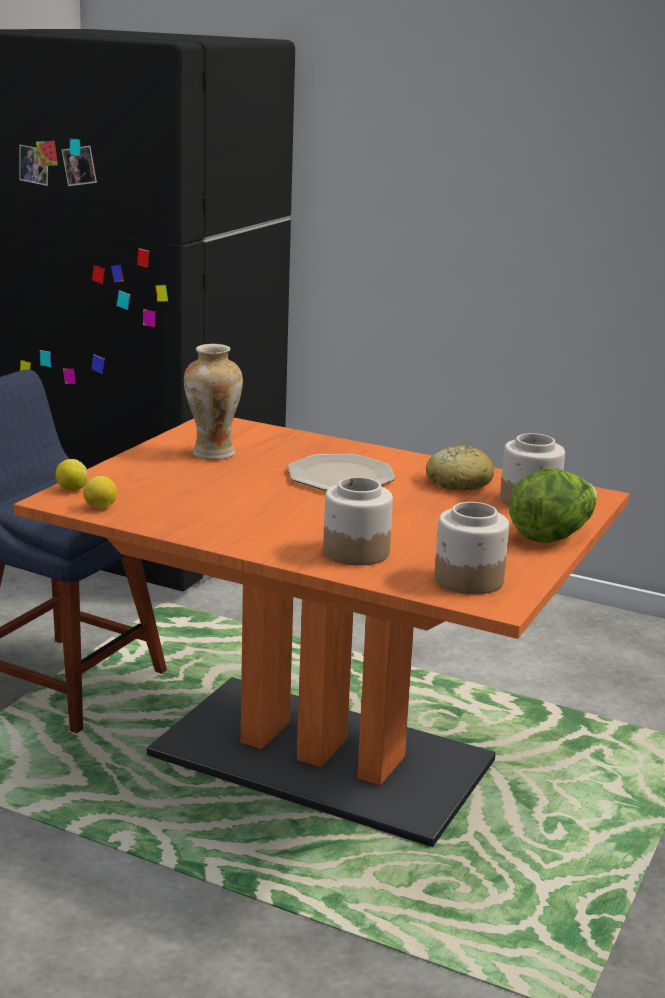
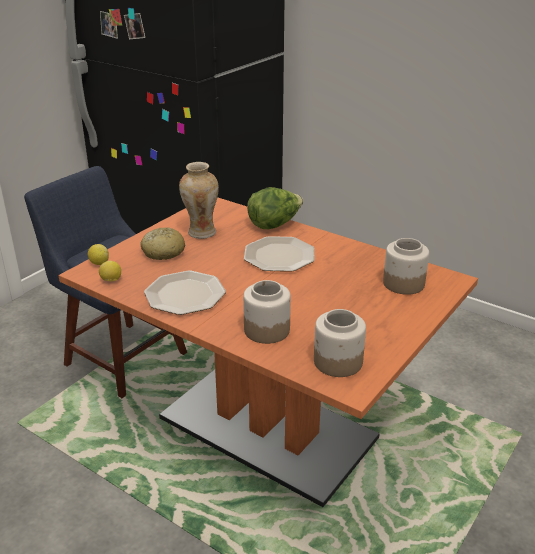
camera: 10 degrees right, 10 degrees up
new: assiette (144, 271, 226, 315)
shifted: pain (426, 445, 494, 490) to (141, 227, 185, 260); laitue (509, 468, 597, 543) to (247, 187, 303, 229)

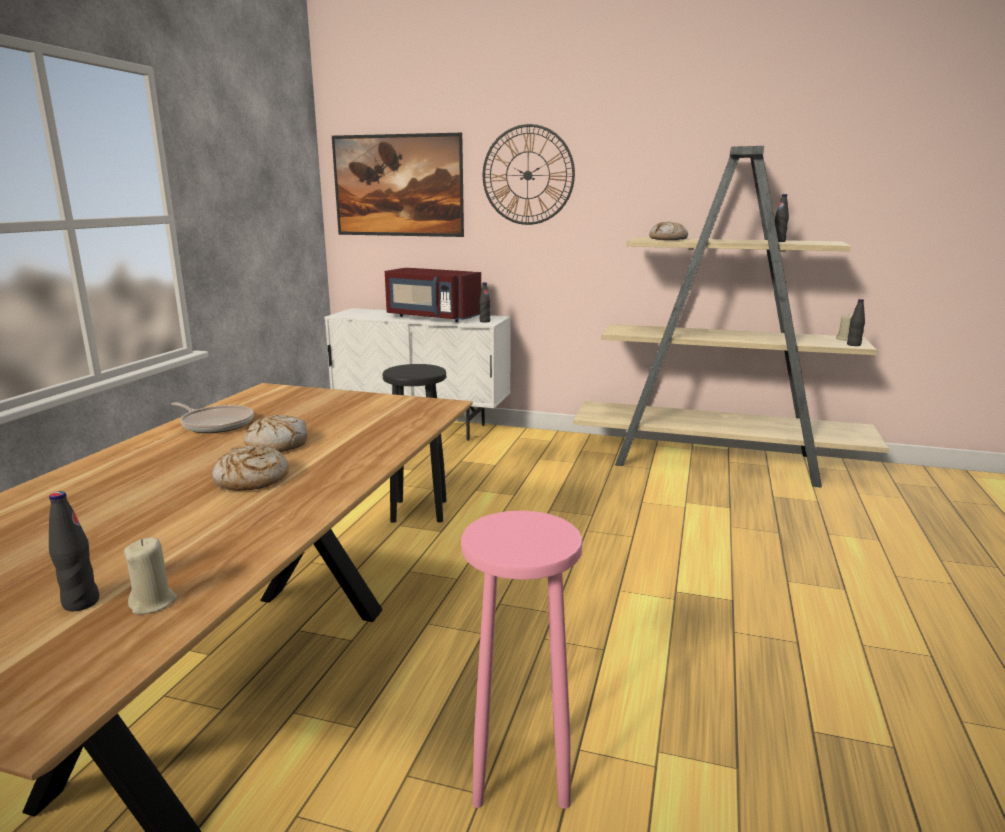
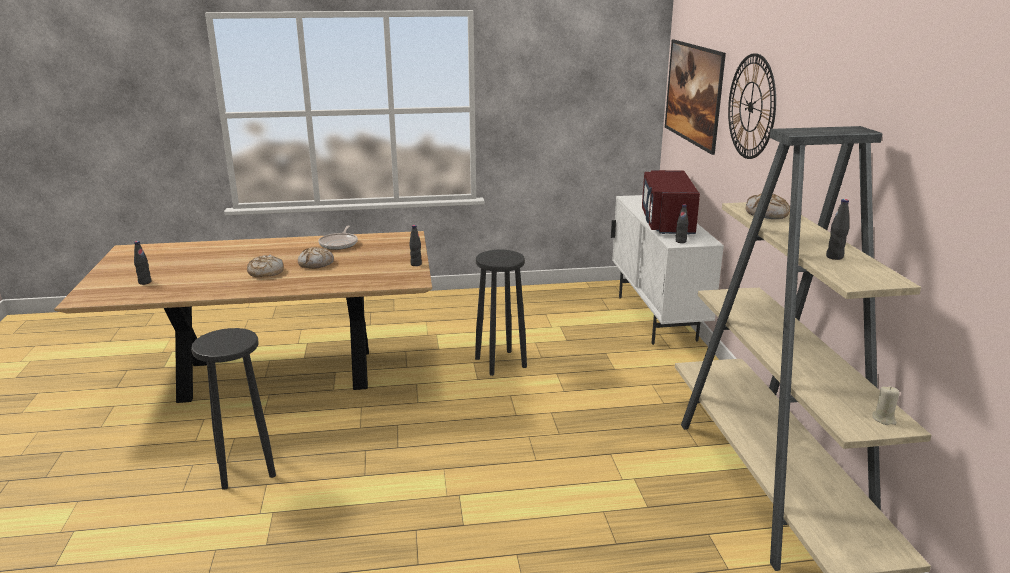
camera: 65 degrees right, 5 degrees up
gone: bougie [beige] (124, 537, 177, 614)
shifted: bouteille [noir] (847, 299, 865, 346) to (409, 225, 422, 266)
repainted: tabouret [rose] (461, 510, 583, 809) to tabouret [noir] (191, 328, 276, 490)

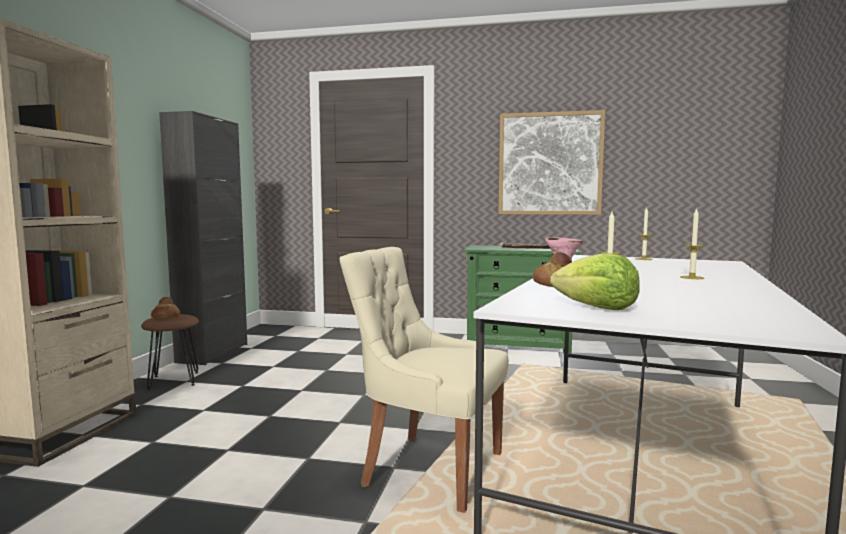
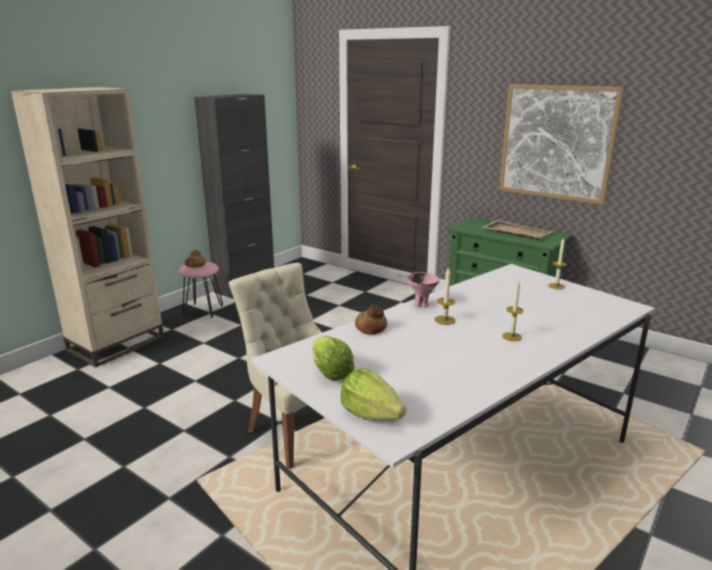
camera: 25 degrees right, 15 degrees up
new: laitue (341, 368, 406, 421)
repainted: tabouret [marron] (141, 314, 199, 390) to tabouret [rose] (179, 262, 223, 318)

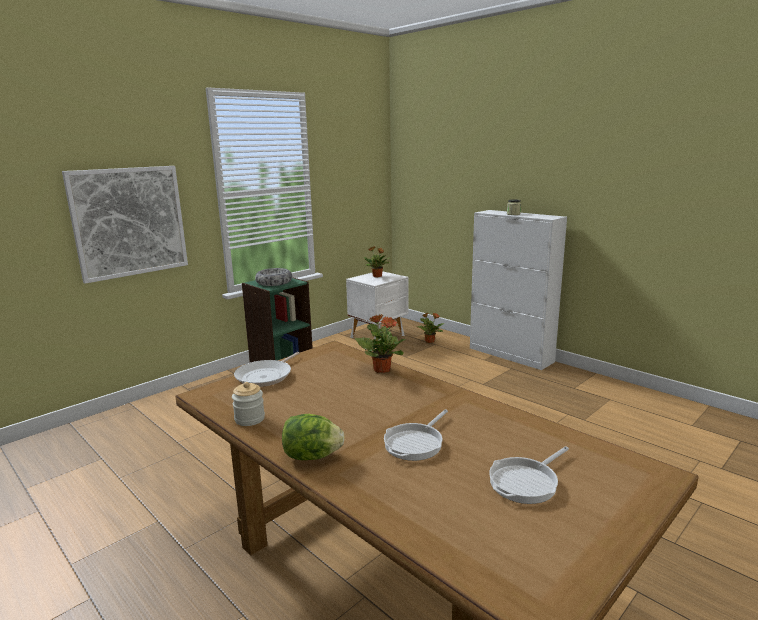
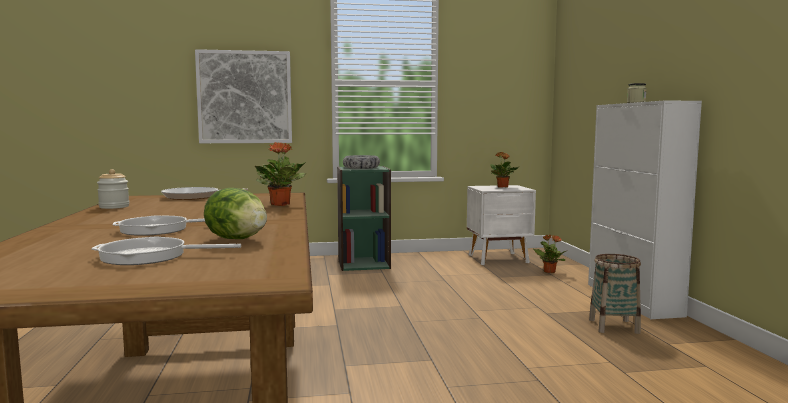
camera: 35 degrees right, 10 degrees down
new: panier (589, 254, 641, 334)
shifted: laitue (282, 414, 345, 460) to (204, 188, 267, 239)

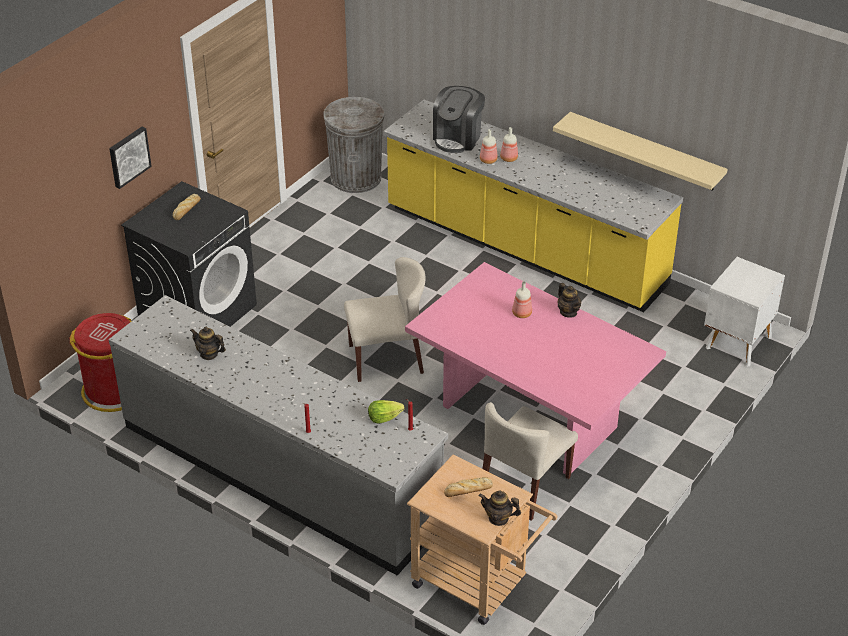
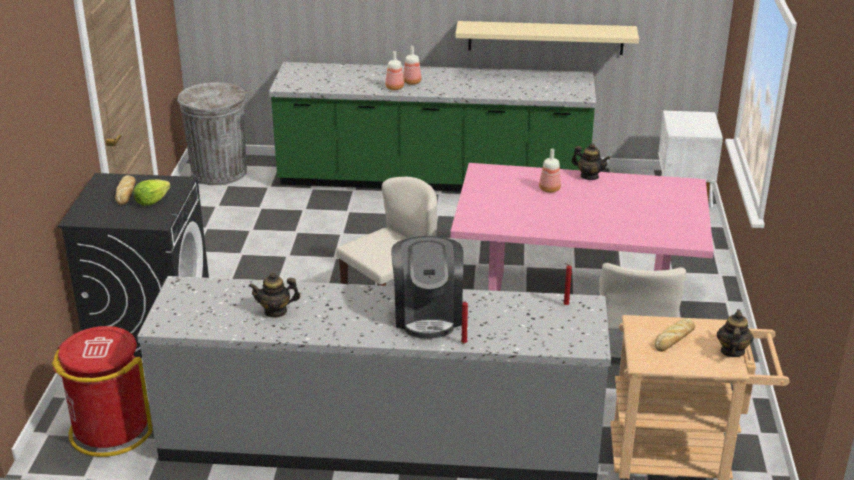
camera: 30 degrees left, 10 degrees down
gone: tableau (109, 127, 152, 189)
shifted: laitue (368, 400, 405, 424) to (134, 179, 171, 206); machine à café (433, 86, 485, 153) to (391, 236, 463, 339)
repainted: comptoir de cuisine [jaune] (384, 100, 683, 312) to comptoir de cuisine [vert] (269, 62, 596, 192)
rotated: théière (479, 490, 521, 526) = (717, 309, 754, 357) 120 degrees clockwise

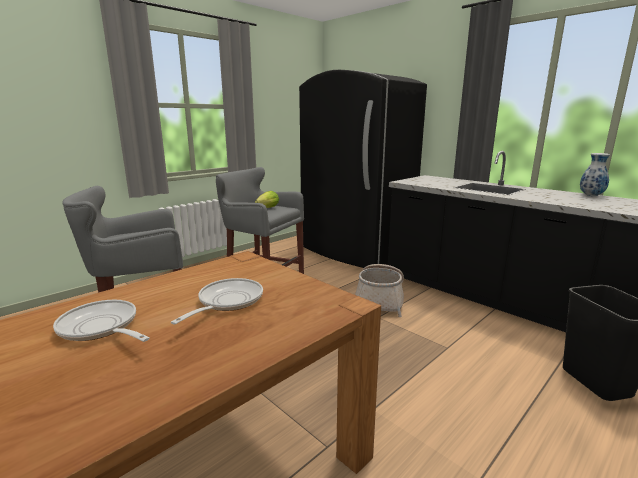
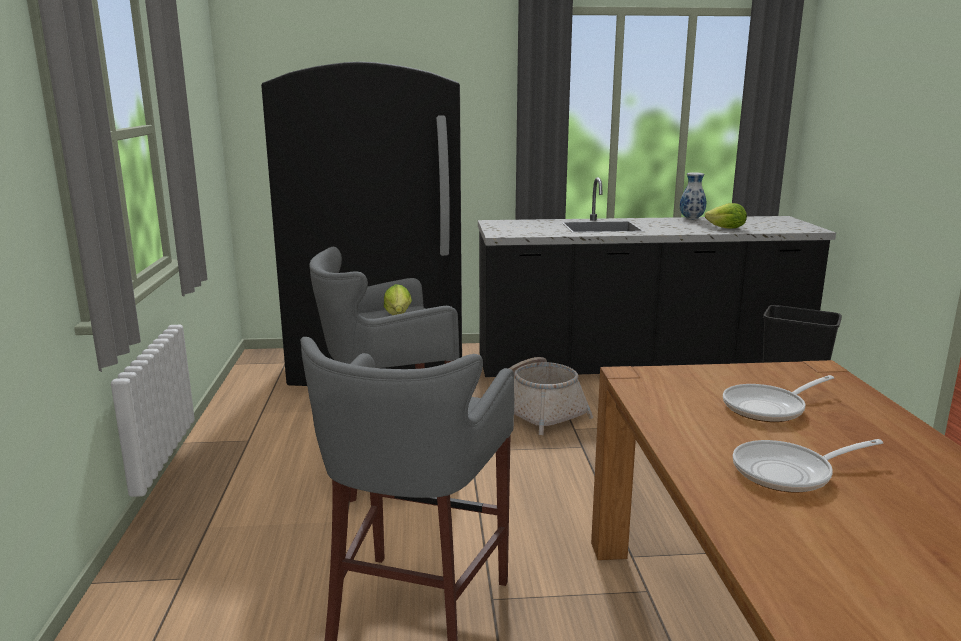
camera: 50 degrees left, 0 degrees up
new: laitue (705, 203, 747, 229)
rotated: poêle (171, 278, 263, 325) = (723, 375, 834, 422) 90 degrees counterclockwise

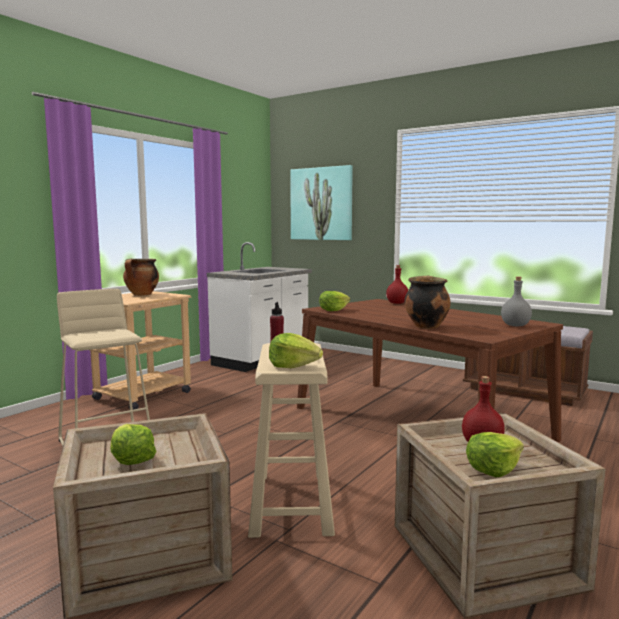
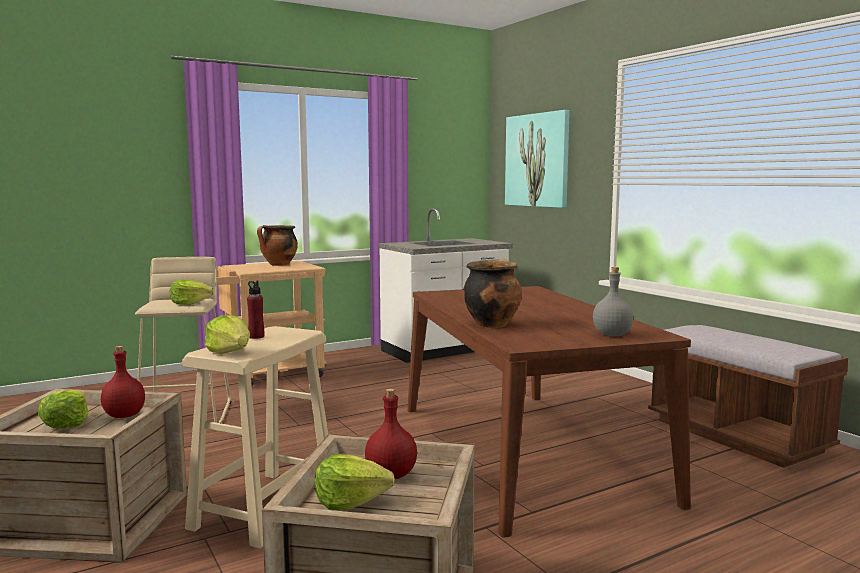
camera: 25 degrees right, 0 degrees up
shifted: bouteille [rouge] (386, 265, 408, 304) to (101, 346, 145, 418); laitue (319, 291, 350, 311) to (170, 279, 214, 305)

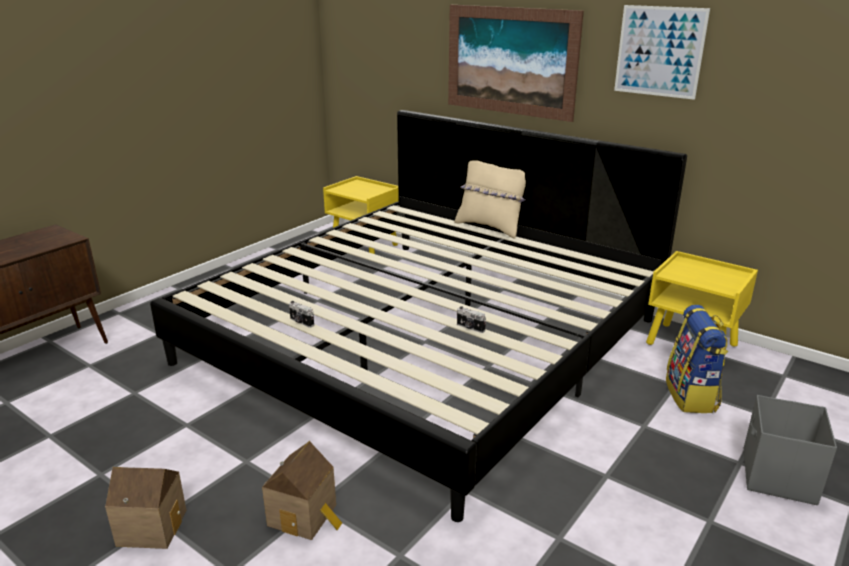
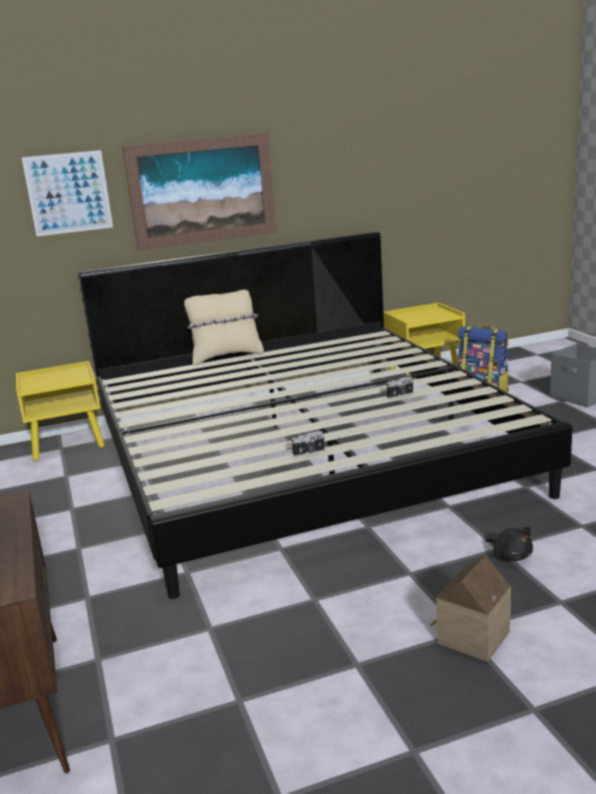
camera: 55 degrees left, 5 degrees down
shifted: tableau (614, 5, 710, 100) to (22, 150, 113, 236)
swapped: maison miniature (262, 441, 342, 540) to peluche [noir] (486, 527, 533, 561)

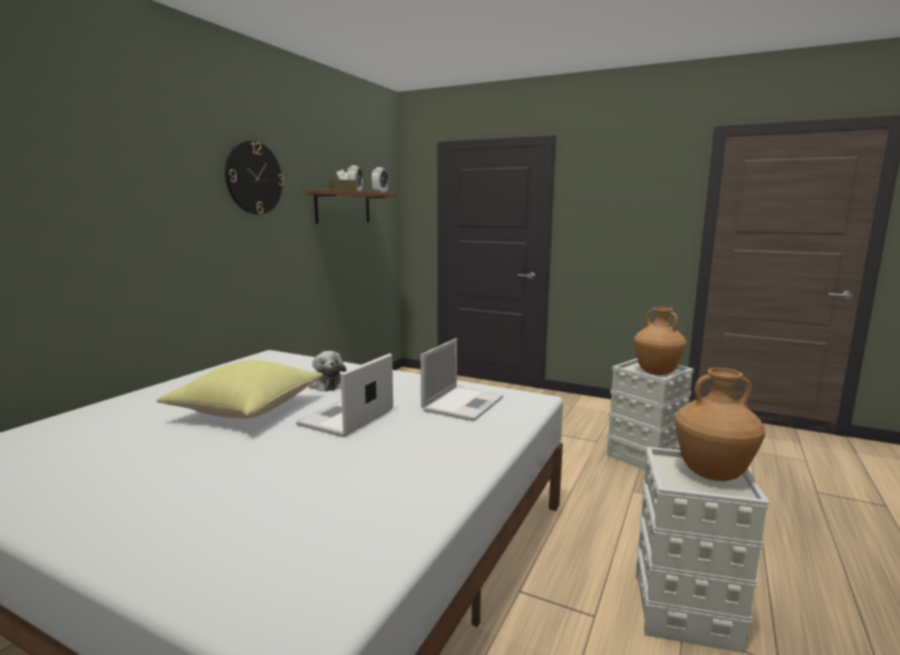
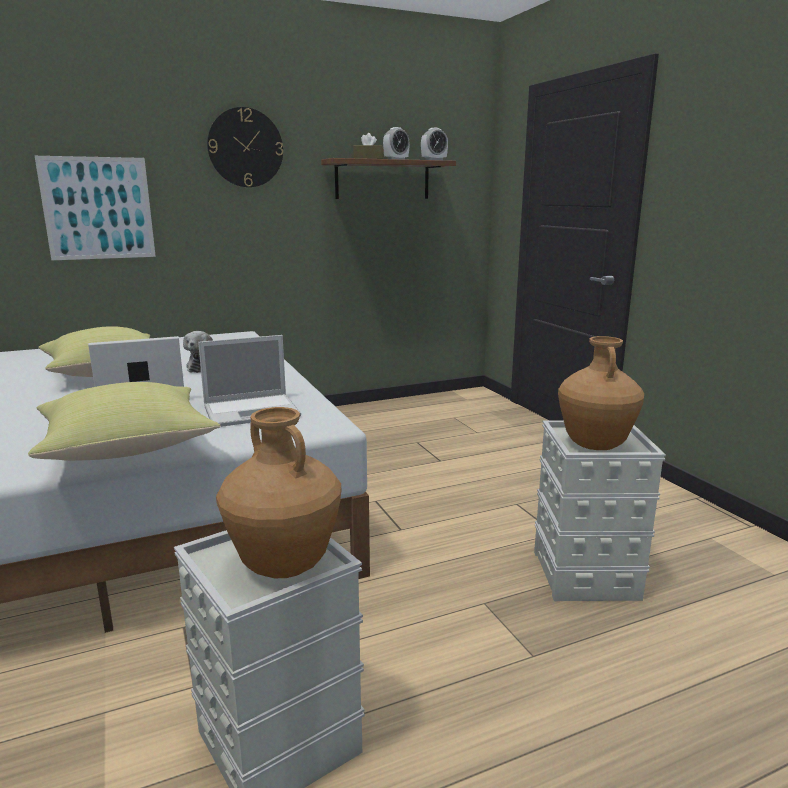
camera: 40 degrees right, 5 degrees up
new: coussin [jaune] (28, 382, 221, 461); tableau (35, 156, 156, 260)

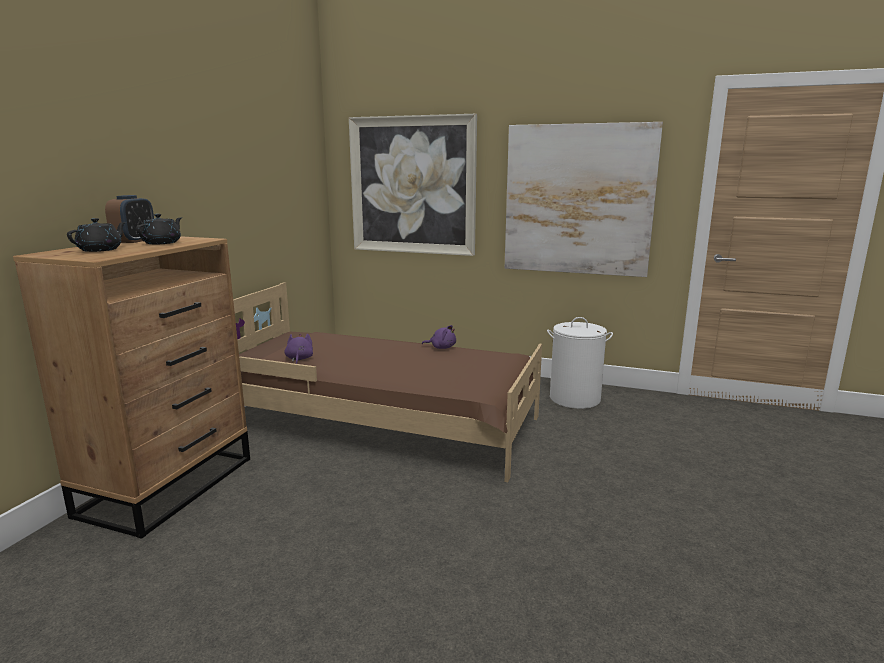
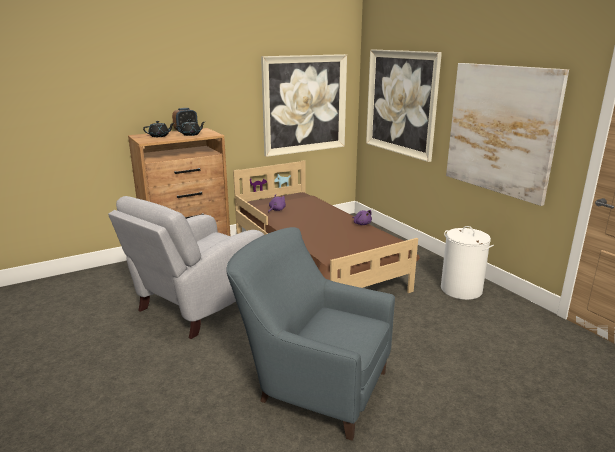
camera: 40 degrees right, 5 degrees up
new: fauteuil [gris] (108, 196, 264, 339); fauteuil [bleu] (226, 227, 395, 441); tableau (261, 54, 347, 157)

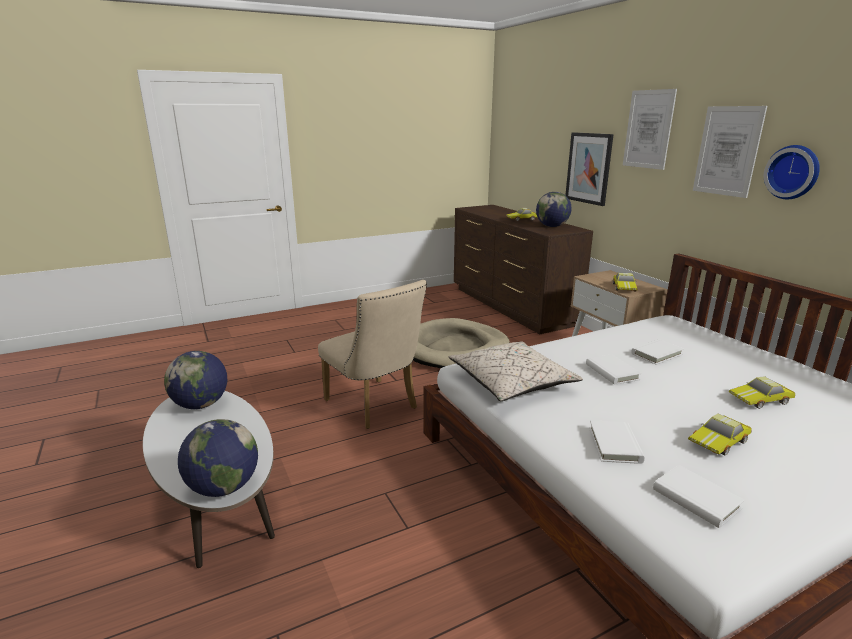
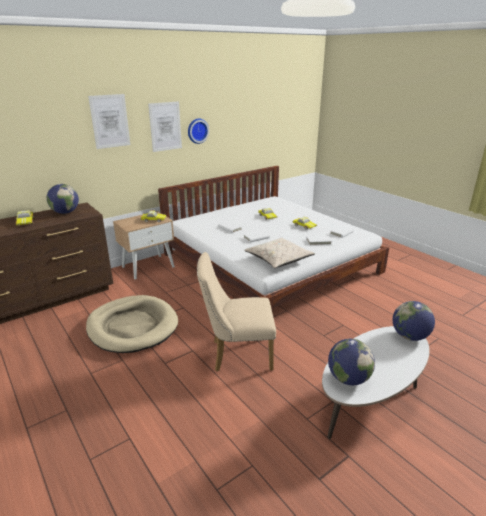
camera: 100 degrees left, 5 degrees up
gone: tableau (566, 132, 614, 206)
rotated: chaise [beige] (318, 280, 427, 429) = (197, 252, 276, 371) 135 degrees counterclockwise

